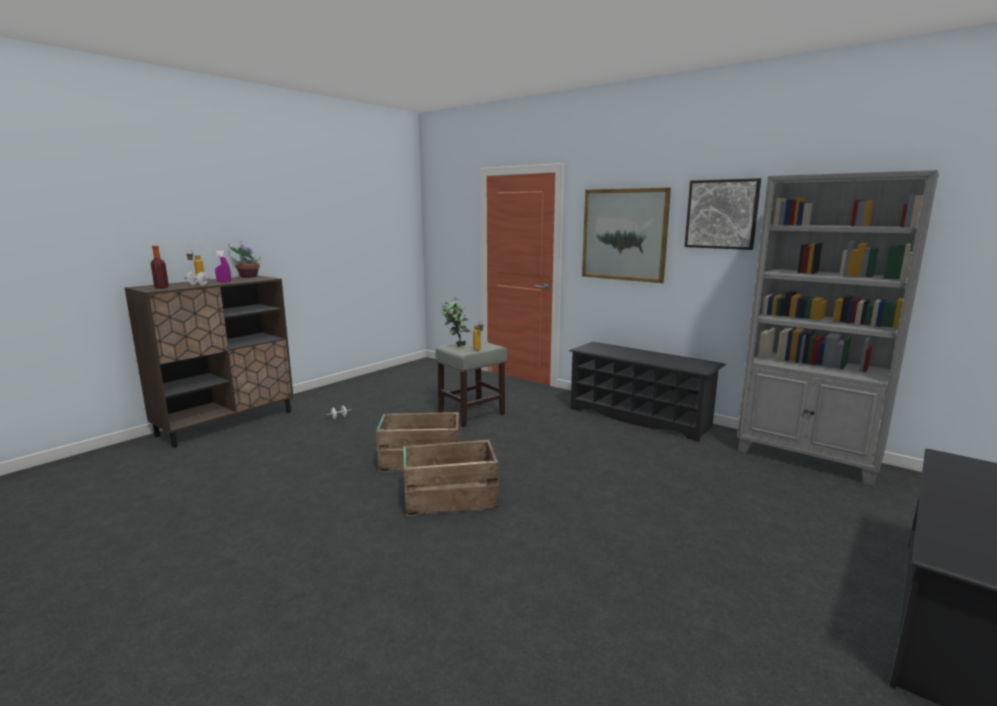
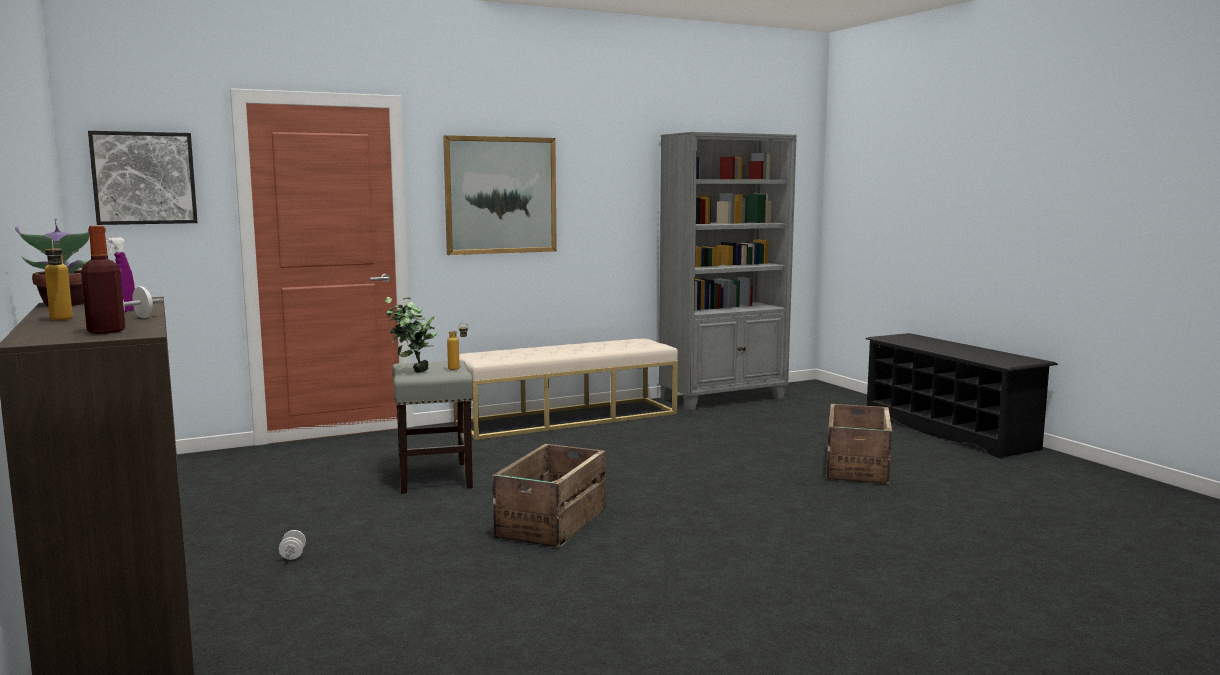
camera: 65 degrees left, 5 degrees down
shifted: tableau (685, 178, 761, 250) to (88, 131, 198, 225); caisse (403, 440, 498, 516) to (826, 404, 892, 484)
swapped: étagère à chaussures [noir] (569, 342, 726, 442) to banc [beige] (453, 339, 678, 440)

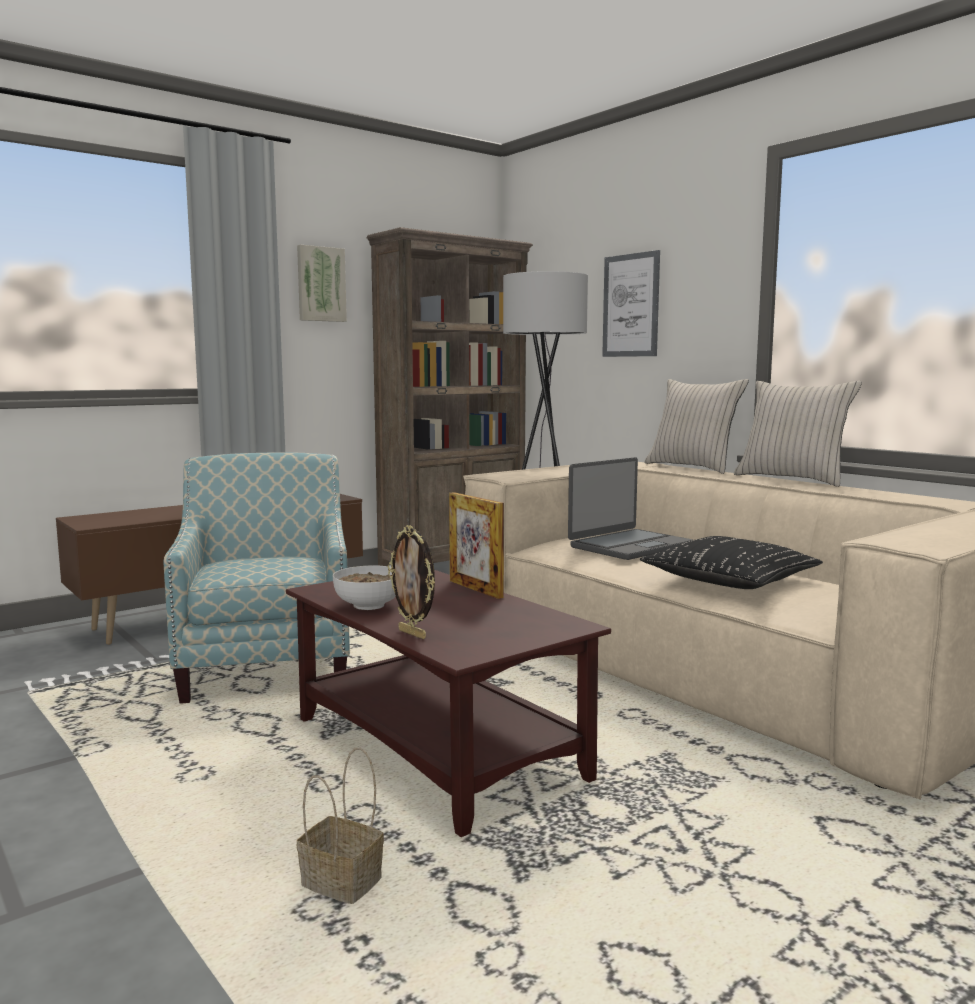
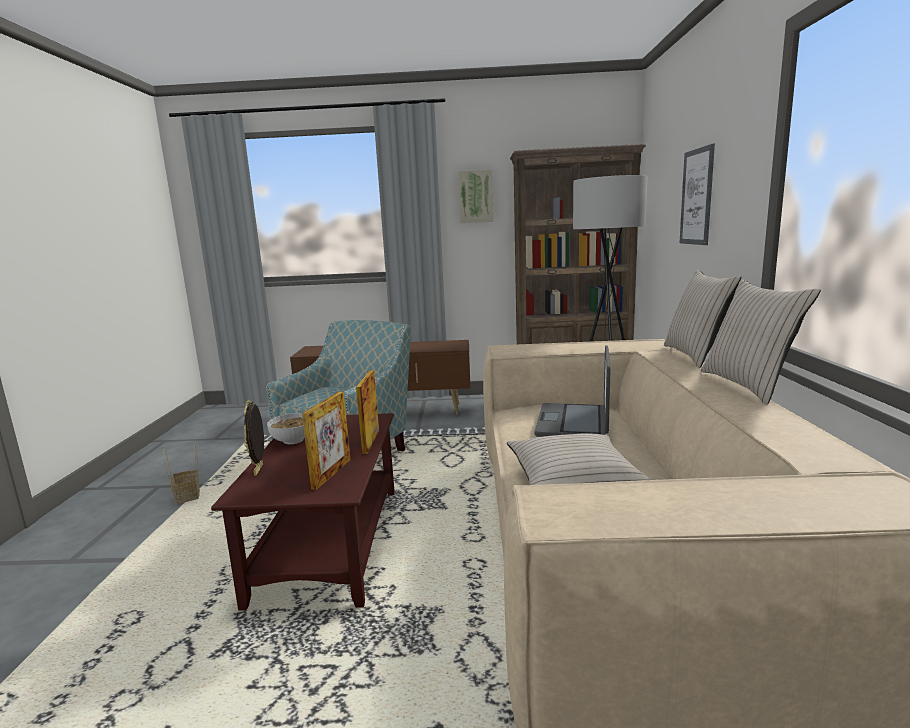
camera: 40 degrees right, 5 degrees up
new: cadre photo (302, 391, 351, 490)
shifted: panier (297, 748, 384, 904) to (163, 444, 200, 505)
repainted: coussin [noir] (640, 536, 823, 589) to coussin [beige] (507, 433, 652, 485)
rotated: ordinateur portable (568, 457, 692, 560) = (534, 345, 611, 437) 105 degrees clockwise

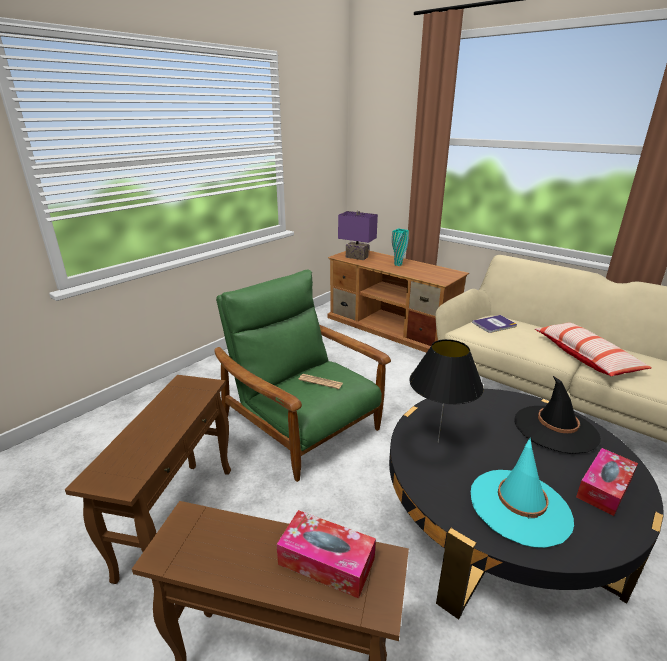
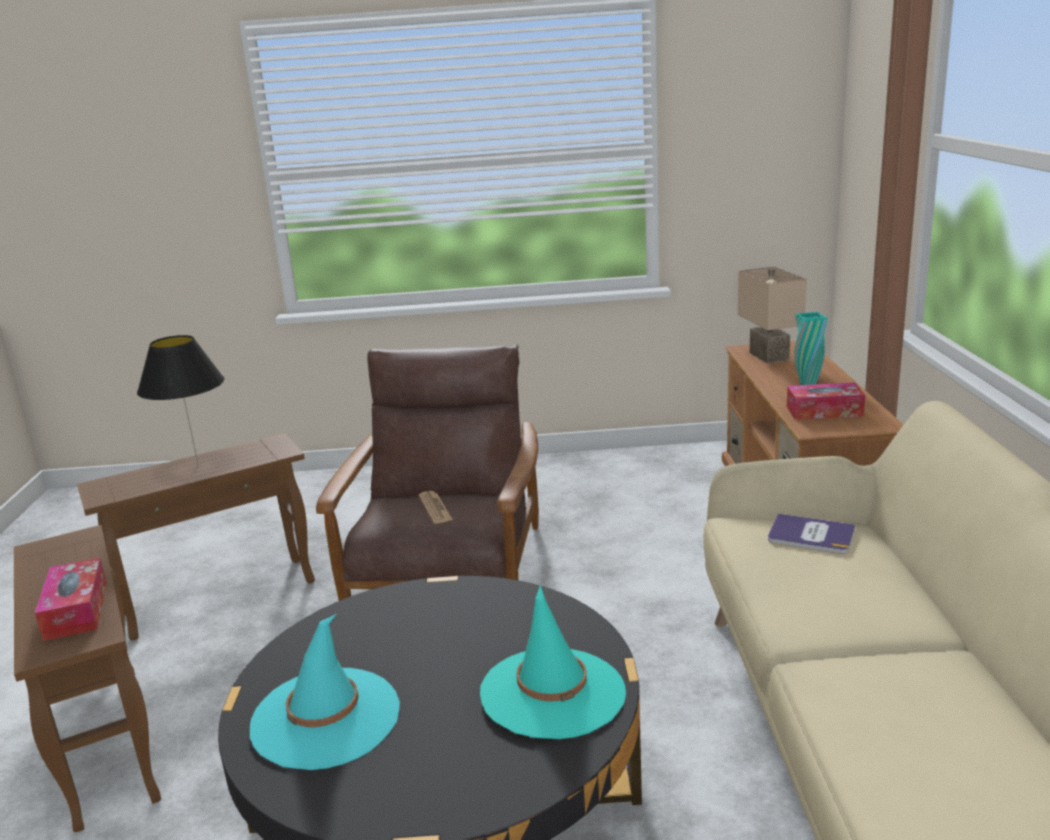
camera: 50 degrees right, 5 degrees down
gone: coussin (535, 323, 652, 376)
shifted: lampe de table [noir] (409, 339, 484, 443) to (137, 335, 224, 465); boîte à mouchoirs (576, 448, 638, 516) to (787, 383, 865, 420)
repainted: fauteuil [vert] (215, 269, 391, 482) to fauteuil [marron] (316, 344, 539, 601); chapeau [noir] (514, 375, 601, 454) to chapeau [turquoise] (480, 585, 626, 739); lampe de table [violet] (338, 211, 378, 260) to lampe de table [beige] (738, 266, 807, 364)

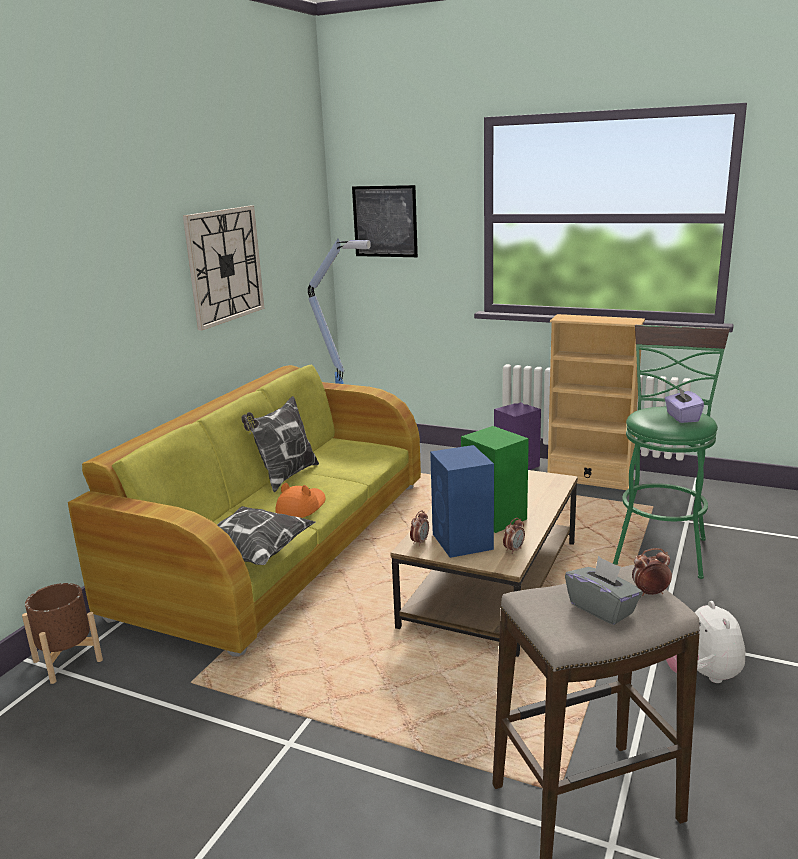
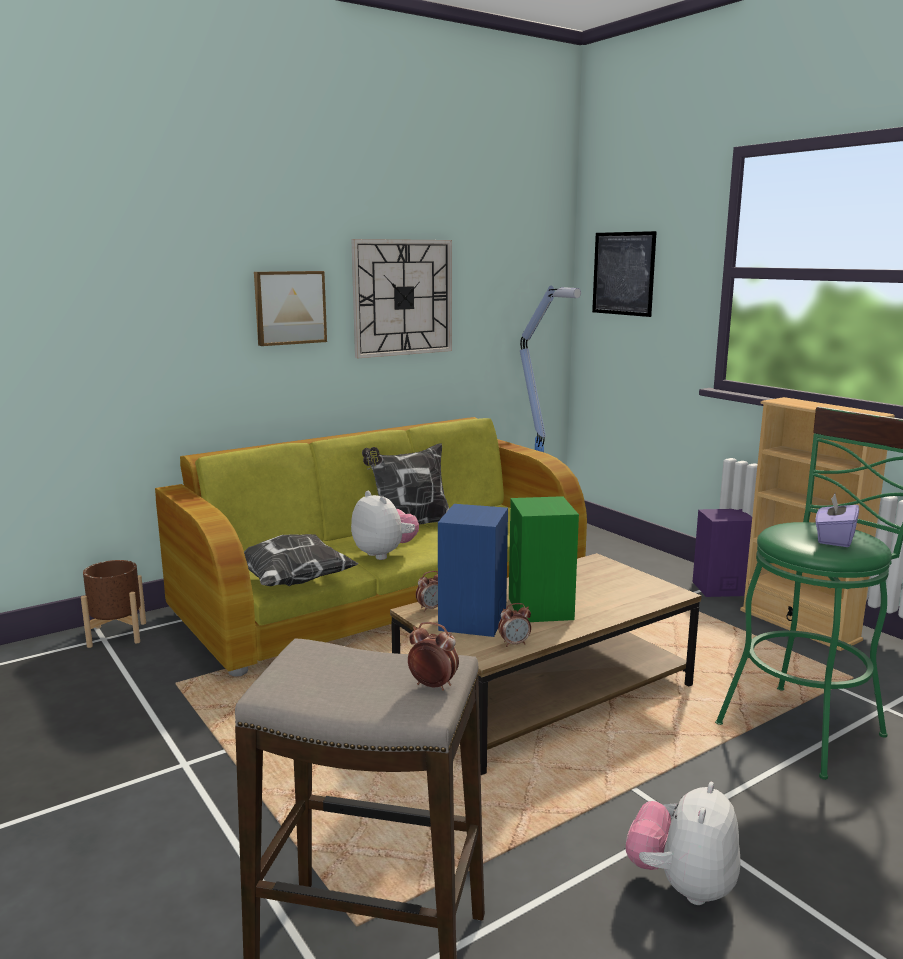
camera: 30 degrees right, 5 degrees down
gone: boîte à mouchoirs [gris] (565, 556, 643, 625)
new: tableau (254, 271, 327, 346)
swapped: chapeau [orange] (275, 483, 325, 518) to peluche (351, 491, 419, 560)

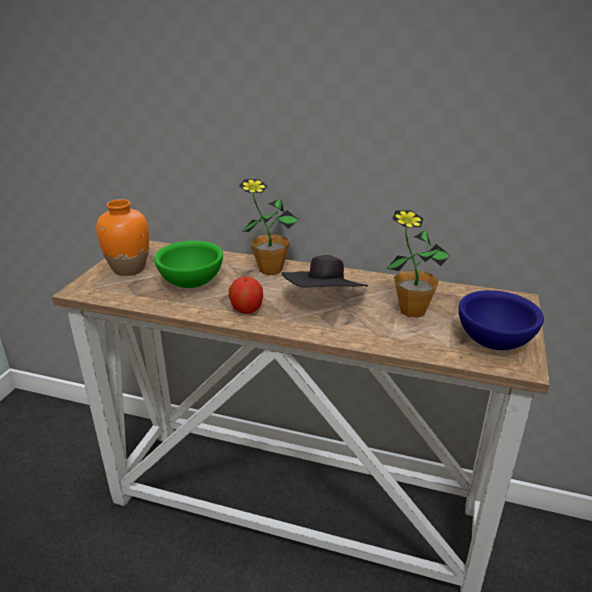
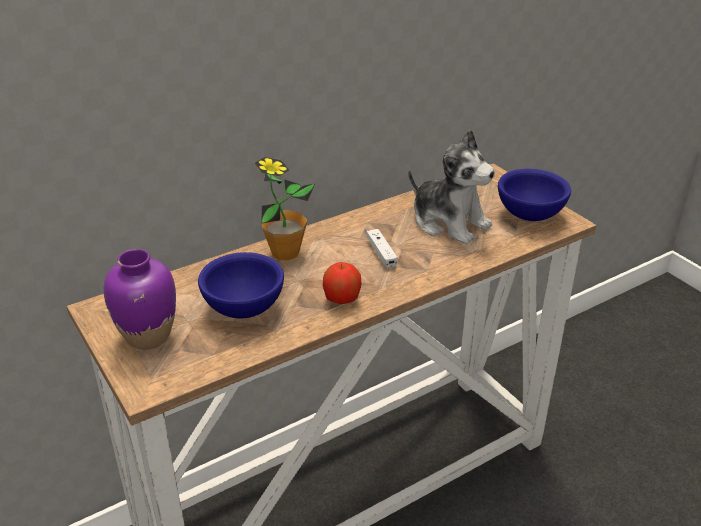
camera: 50 degrees left, 5 degrees up
swapped: chapeau [noir] (282, 255, 368, 288) to manette [blanc] (366, 229, 398, 268); plante en pot (387, 210, 451, 318) to peluche (408, 129, 495, 244)
repainted: vase [orange] (96, 199, 149, 276) to vase [violet] (103, 249, 176, 349); bol [vert] (154, 241, 223, 288) to bol [bleu] (198, 252, 284, 318)

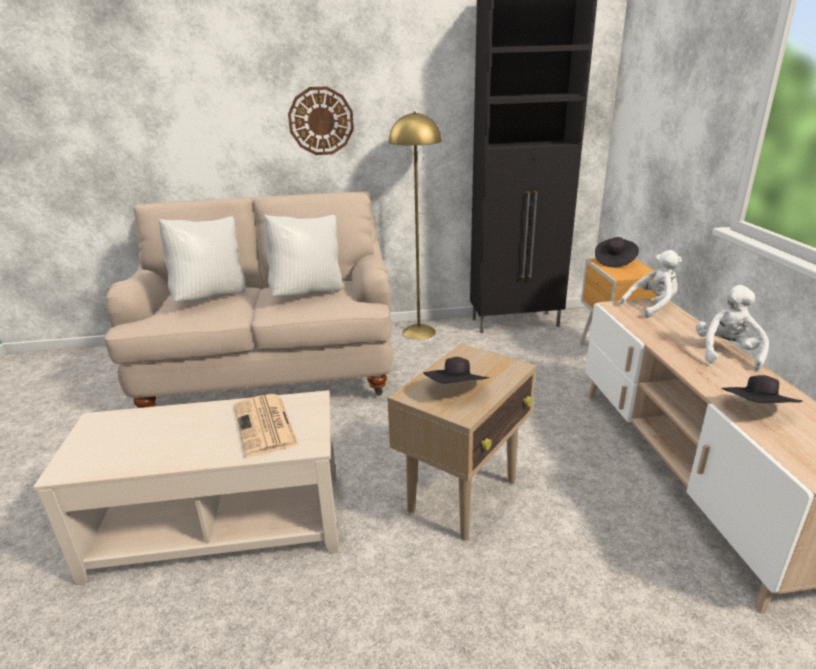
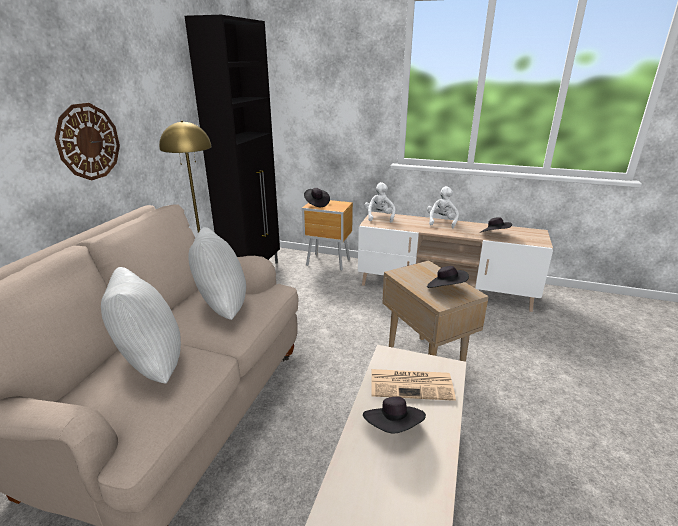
camera: 65 degrees left, 0 degrees up
new: chapeau [noir] (363, 397, 426, 434)
rotated: peluche [blanc] (696, 285, 769, 371) = (427, 186, 459, 228) 60 degrees clockwise

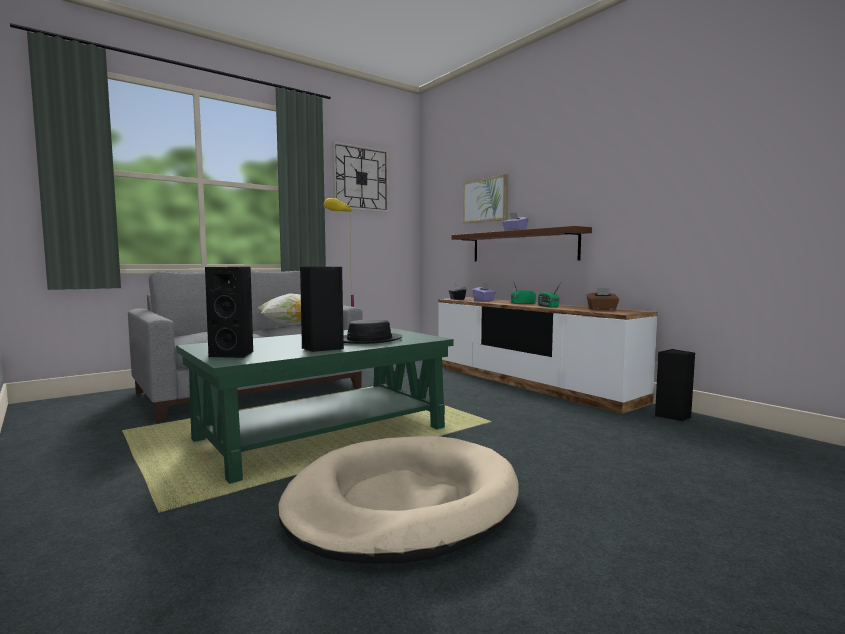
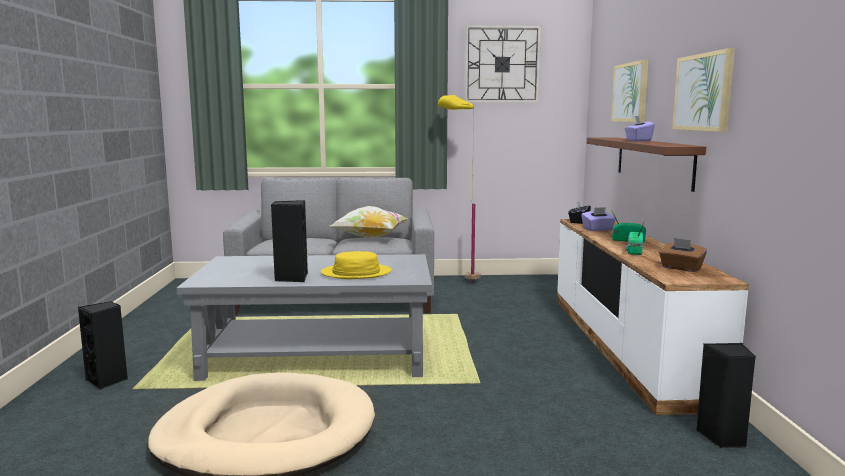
camera: 35 degrees right, 5 degrees up
new: tableau (672, 48, 735, 132)
shifted: enceinte [noir] (205, 267, 254, 358) to (78, 301, 128, 390)
repainted: table basse [vert] (176, 328, 454, 484) to table basse [gris] (176, 254, 432, 381); chapeau [noir] (343, 319, 403, 344) to chapeau [jaune] (321, 251, 392, 279)

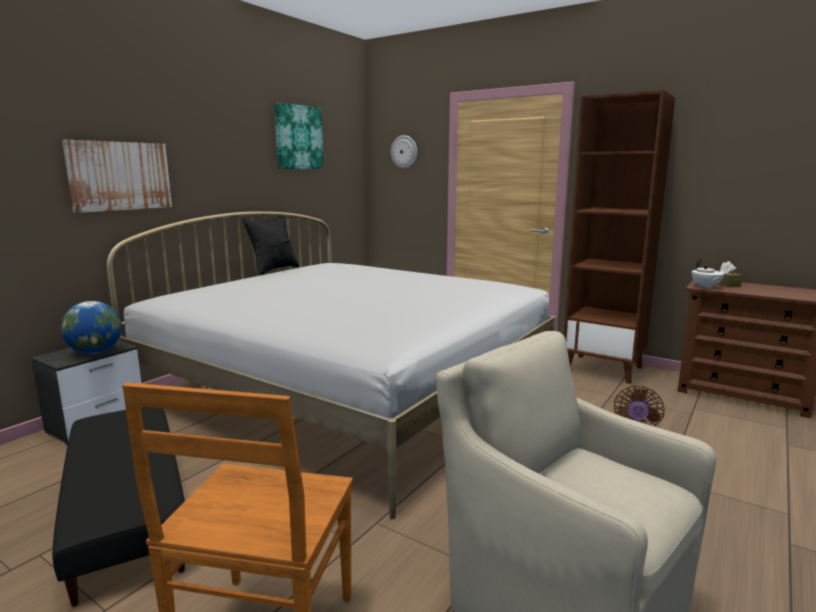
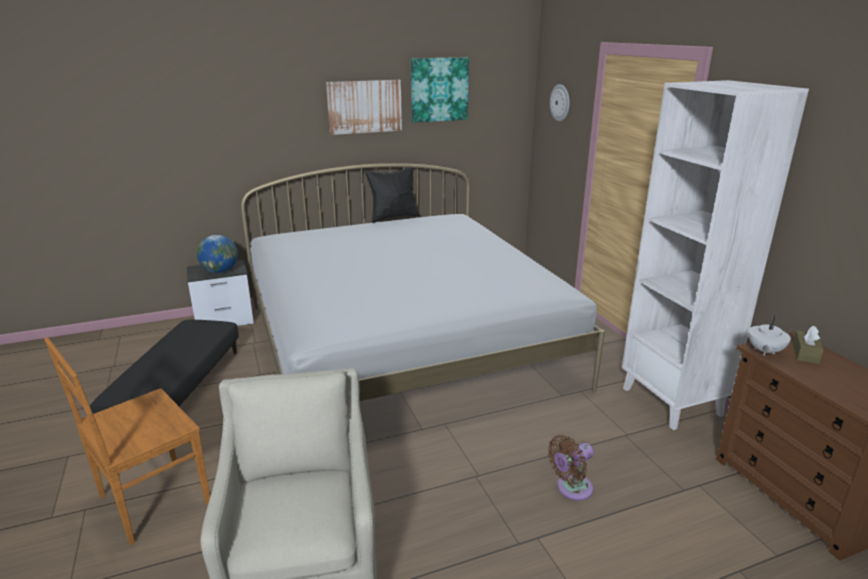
camera: 35 degrees right, 10 degrees up
shifted: tableau (62, 140, 172, 213) to (326, 80, 402, 135)
repainted: bibliothèque [marron] (564, 90, 675, 384) to bibliothèque [blanc] (622, 80, 809, 430)

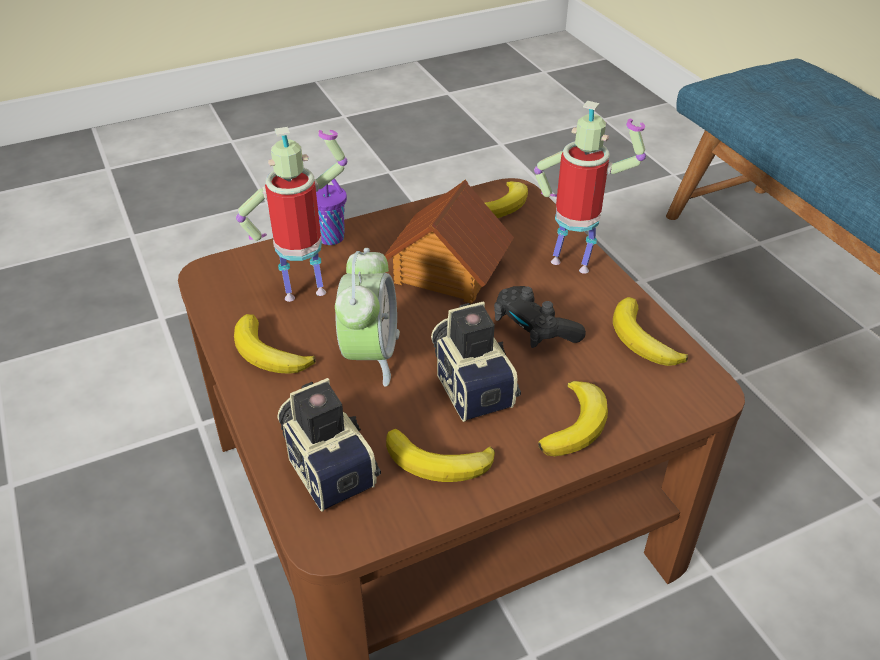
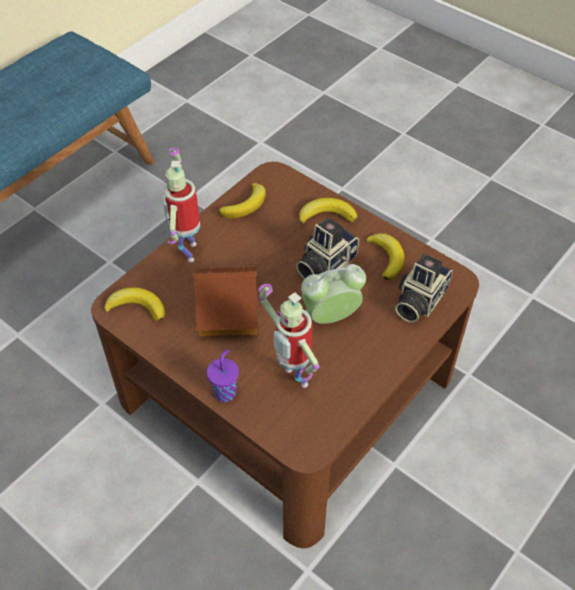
camera: 115 degrees left, 10 degrees up
gone: banane (234, 314, 316, 374); manette [noir] (494, 286, 586, 348)

